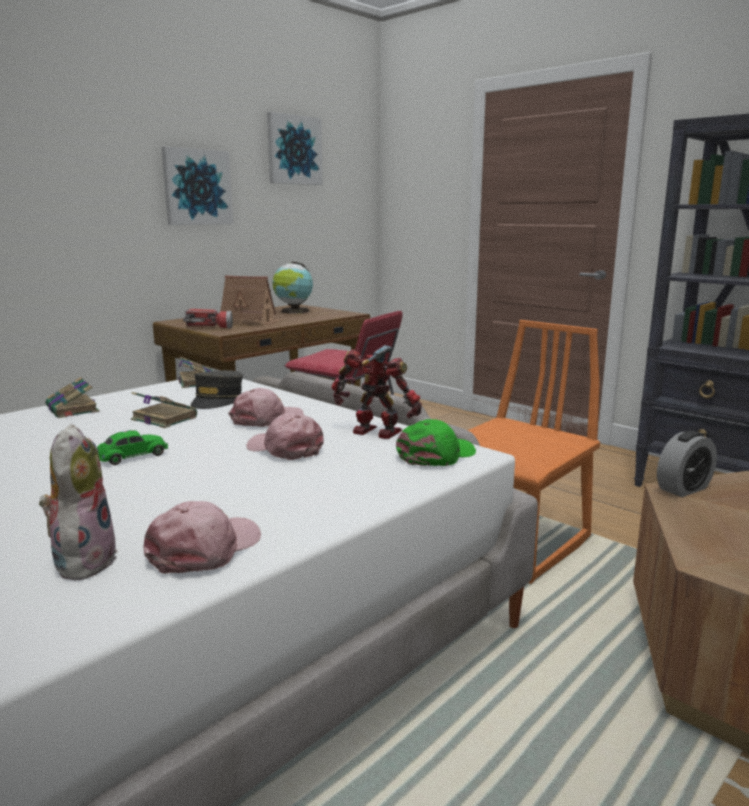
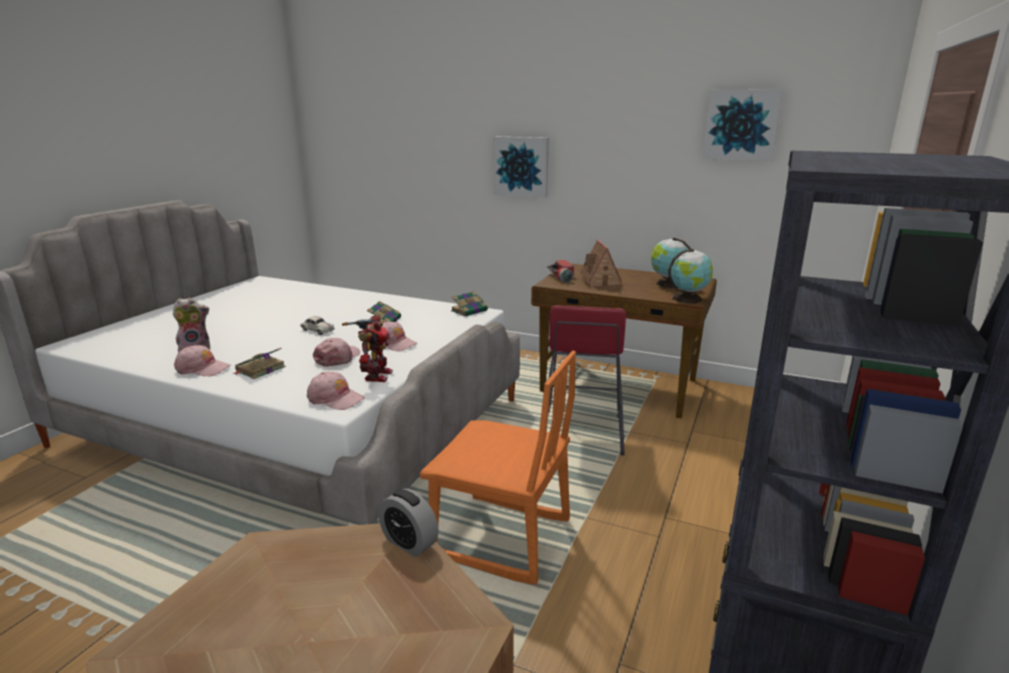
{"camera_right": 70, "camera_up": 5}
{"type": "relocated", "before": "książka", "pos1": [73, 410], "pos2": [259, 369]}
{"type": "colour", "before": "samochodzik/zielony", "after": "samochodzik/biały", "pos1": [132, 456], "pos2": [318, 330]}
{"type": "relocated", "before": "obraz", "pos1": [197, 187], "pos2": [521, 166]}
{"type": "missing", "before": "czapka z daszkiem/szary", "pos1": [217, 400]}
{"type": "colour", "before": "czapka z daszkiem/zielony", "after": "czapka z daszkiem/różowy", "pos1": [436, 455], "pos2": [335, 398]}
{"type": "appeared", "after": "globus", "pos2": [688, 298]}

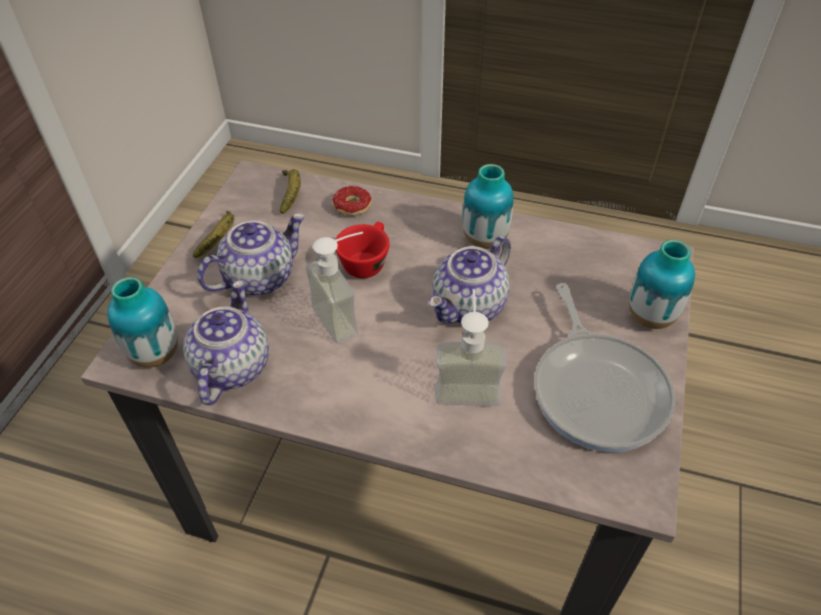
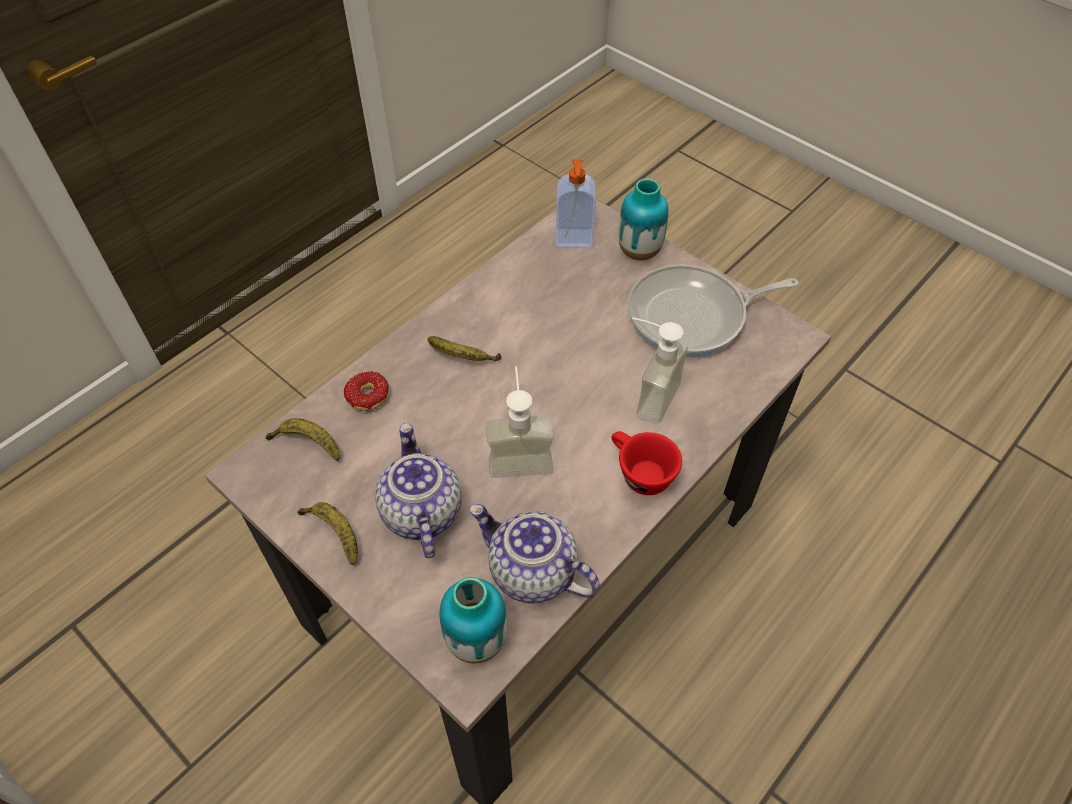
{"camera_right": -65, "camera_up": 5}
{"type": "relocated", "before": "filiżanka/czerwony", "pos1": [366, 261], "pos2": [639, 473]}
{"type": "missing", "before": "imbryk", "pos1": [469, 307]}
{"type": "missing", "before": "wazon", "pos1": [484, 240]}
{"type": "spun", "before": "patelnia", "pos1": [598, 390], "pos2": [693, 316], "turn": 150}
{"type": "appeared", "after": "banan", "pos2": [462, 357]}
{"type": "appeared", "after": "dozownik mydła", "pos2": [574, 239]}

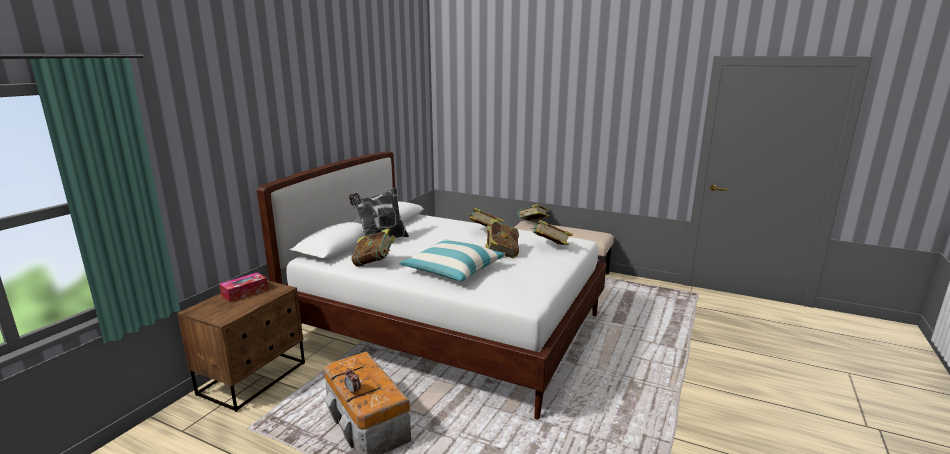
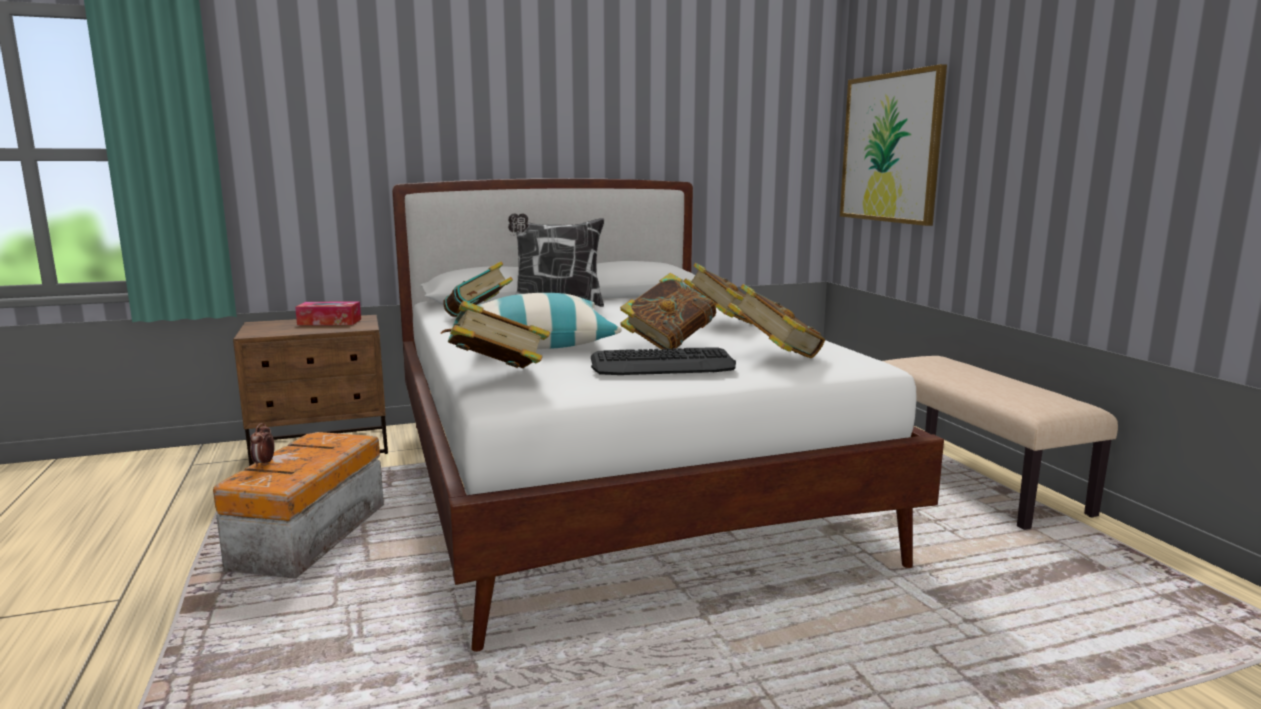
{"camera_right": 45, "camera_up": -5}
{"type": "relocated", "before": "książka", "pos1": [533, 224], "pos2": [495, 376]}
{"type": "appeared", "after": "klawiatura", "pos2": [663, 365]}
{"type": "appeared", "after": "obraz", "pos2": [890, 148]}

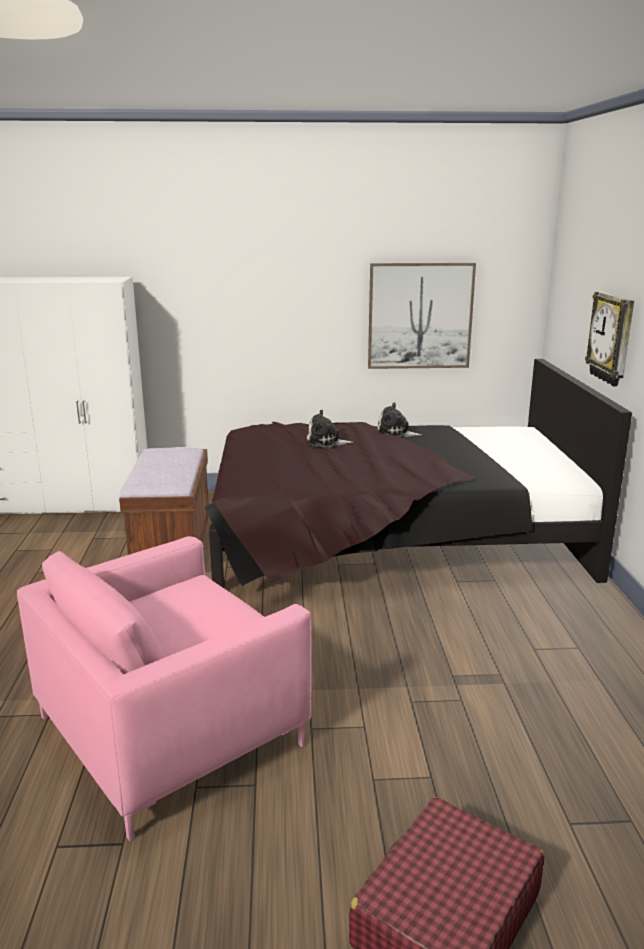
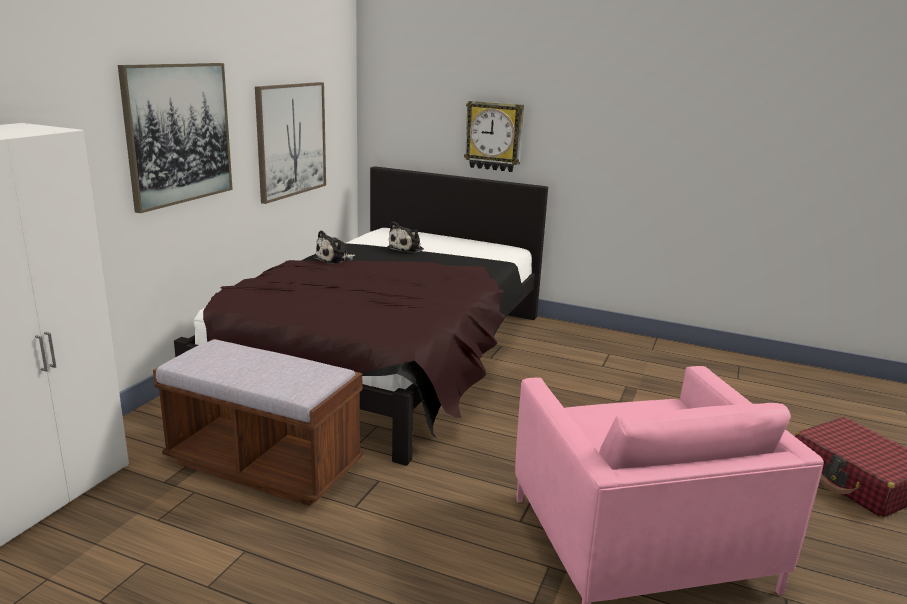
{"camera_right": -65, "camera_up": 0}
{"type": "relocated", "before": "pluszak", "pos1": [326, 442], "pos2": [407, 249]}
{"type": "appeared", "after": "obraz", "pos2": [178, 134]}

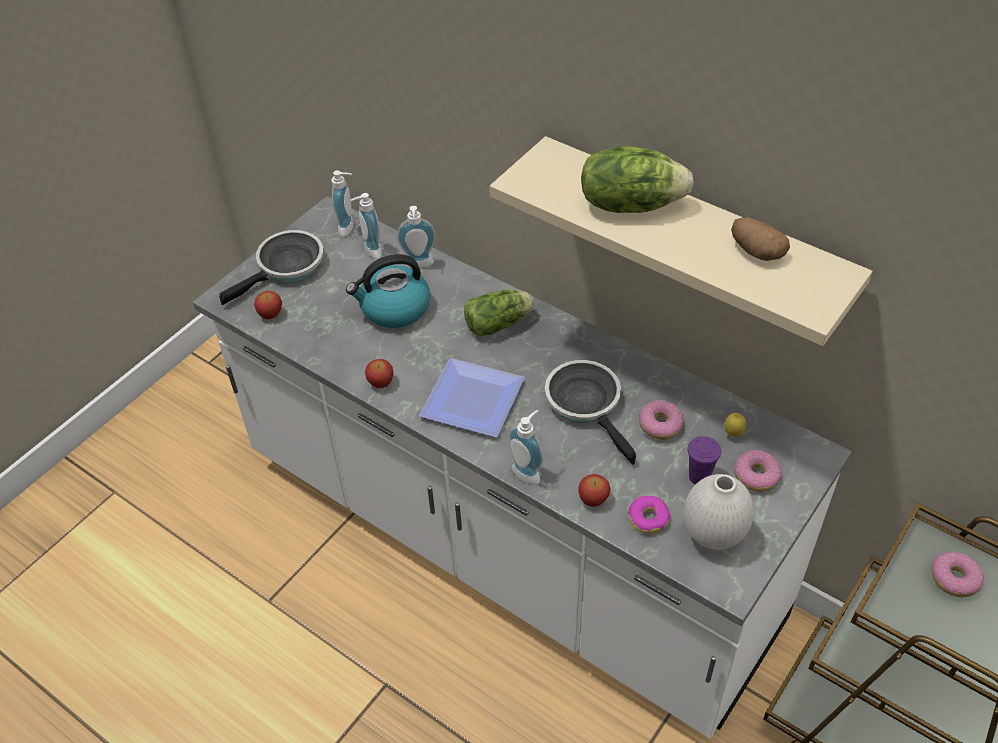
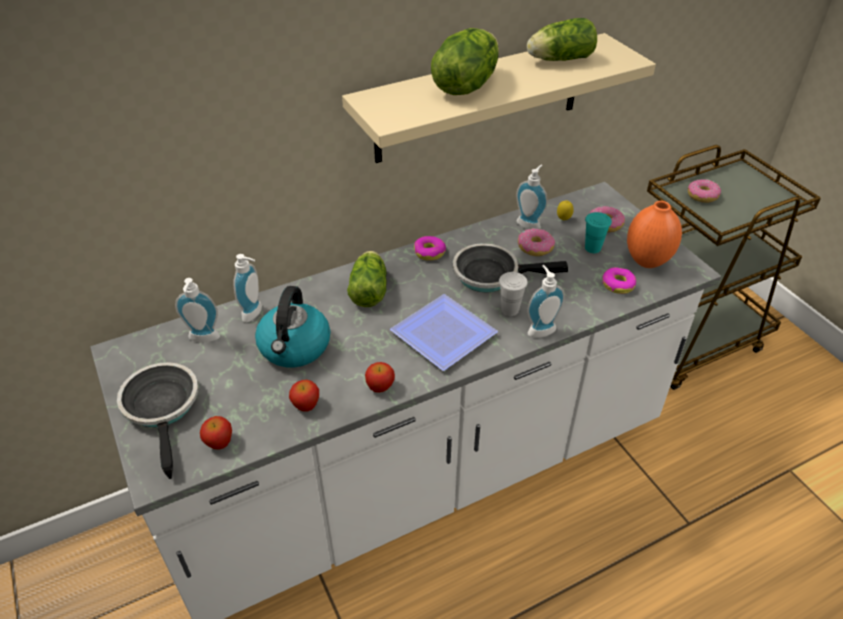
{"camera_right": -65, "camera_up": -5}
{"type": "relocated", "before": "dozownik mydła", "pos1": [349, 228], "pos2": [530, 223]}
{"type": "relocated", "before": "jabłko", "pos1": [593, 499], "pos2": [306, 405]}
{"type": "colour", "before": "wazon/biały", "after": "wazon/pomarańczowy", "pos1": [712, 535], "pos2": [647, 261]}
{"type": "colour", "before": "filiżanka/fioletowy", "after": "filiżanka/turkusowy", "pos1": [699, 477], "pos2": [592, 248]}
{"type": "exchanged", "before": "ziemniak", "after": "sałata", "pos1": [756, 251], "pos2": [558, 59]}
{"type": "appeared", "after": "donut", "pos2": [429, 252]}
{"type": "appeared", "after": "filiżanka/biały", "pos2": [510, 310]}

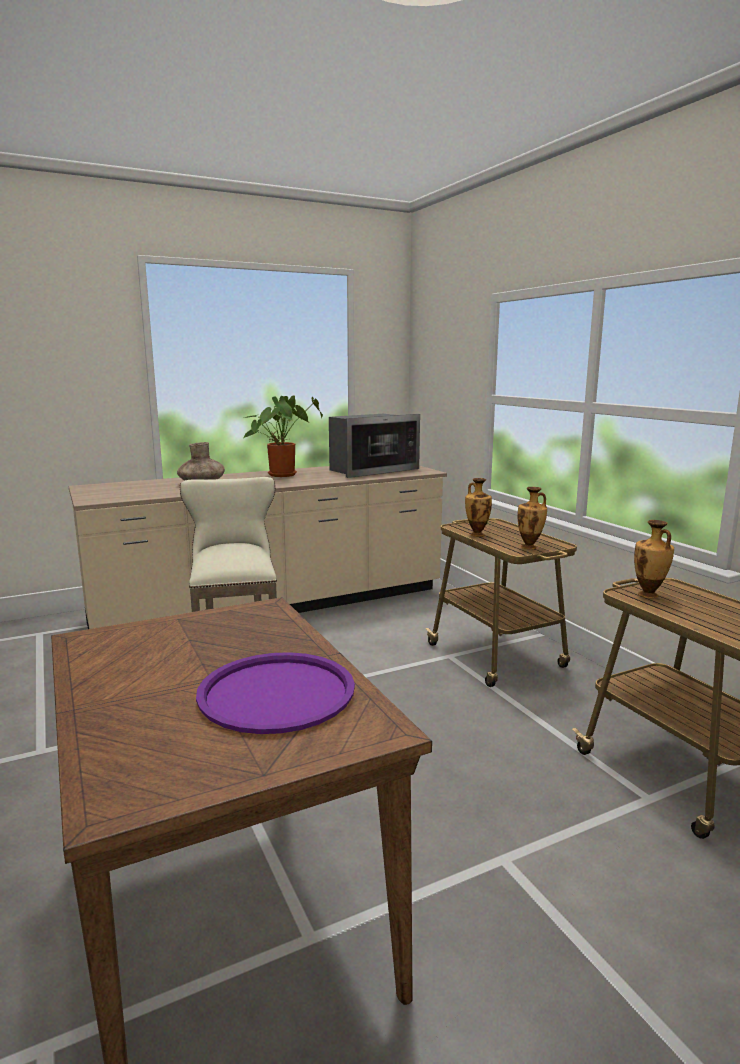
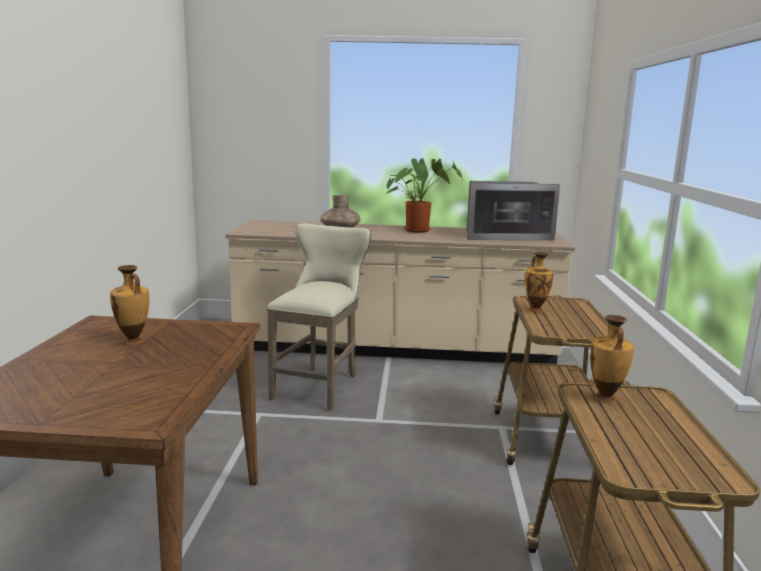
{"camera_right": 30, "camera_up": 0}
{"type": "missing", "before": "taca/fioletowy", "pos1": [276, 693]}
{"type": "relocated", "before": "wazon", "pos1": [529, 547], "pos2": [133, 342]}

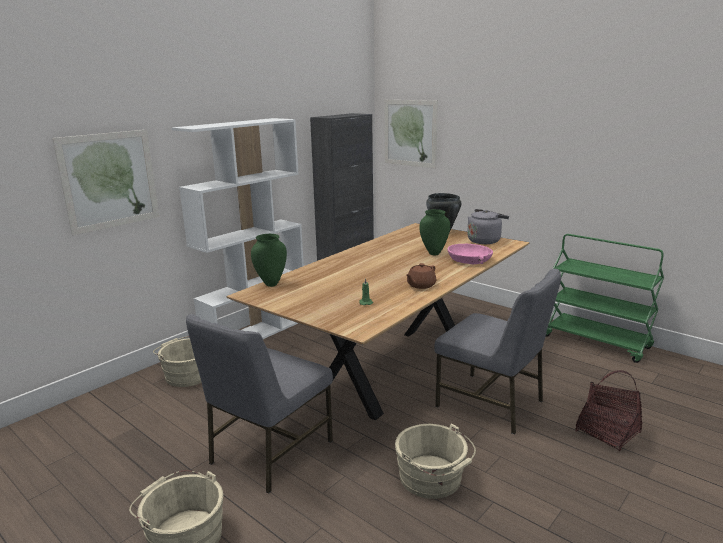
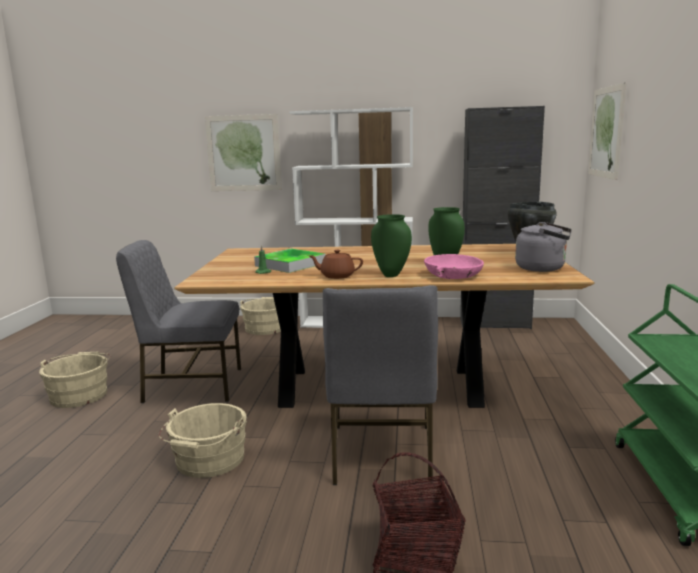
{"camera_right": 55, "camera_up": -5}
{"type": "relocated", "before": "wazon/zielony", "pos1": [271, 284], "pos2": [392, 275]}
{"type": "appeared", "after": "taca", "pos2": [290, 264]}

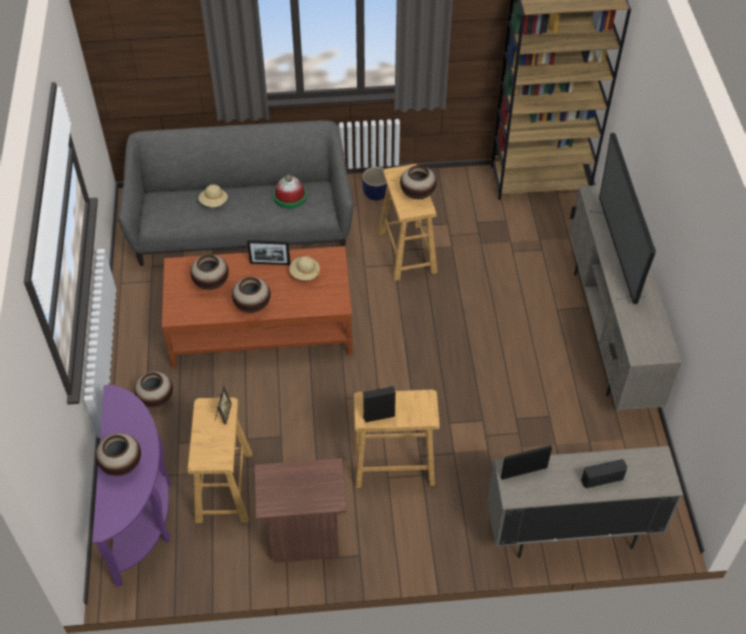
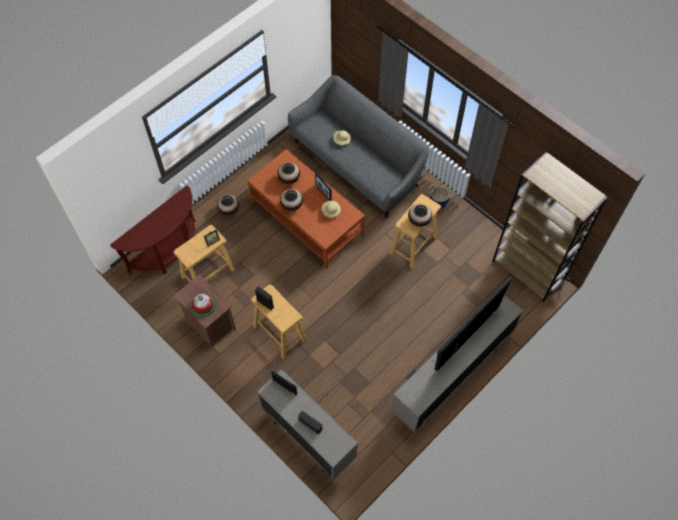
{"camera_right": 50, "camera_up": 10}
{"type": "colour", "before": "stolik konsolowy/fioletowy", "after": "stolik konsolowy/brązowy", "pos1": [142, 513], "pos2": [168, 253]}
{"type": "missing", "before": "wazon", "pos1": [122, 464]}
{"type": "relocated", "before": "kapelusz", "pos1": [290, 196], "pos2": [203, 306]}

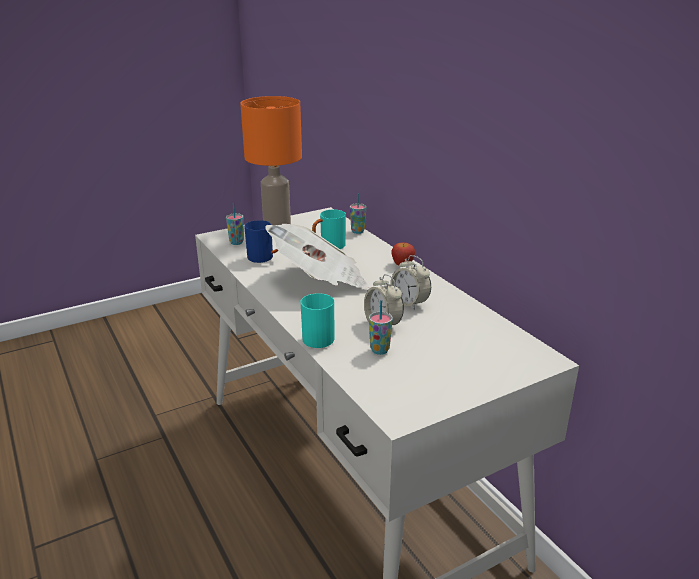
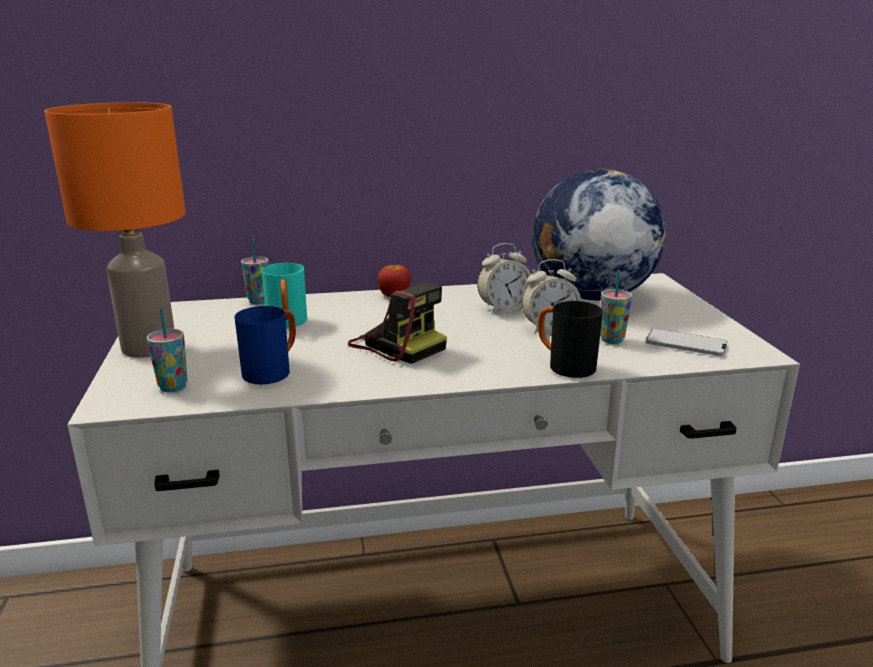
{"camera_right": -70, "camera_up": -5}
{"type": "exchanged", "before": "gazeta", "after": "aparat fotograficzny", "pos1": [320, 280], "pos2": [397, 344]}
{"type": "colour", "before": "kubek/turkusowy", "after": "kubek/czarny", "pos1": [321, 336], "pos2": [564, 366]}
{"type": "appeared", "after": "globus", "pos2": [591, 296]}
{"type": "appeared", "after": "telefon", "pos2": [686, 344]}

